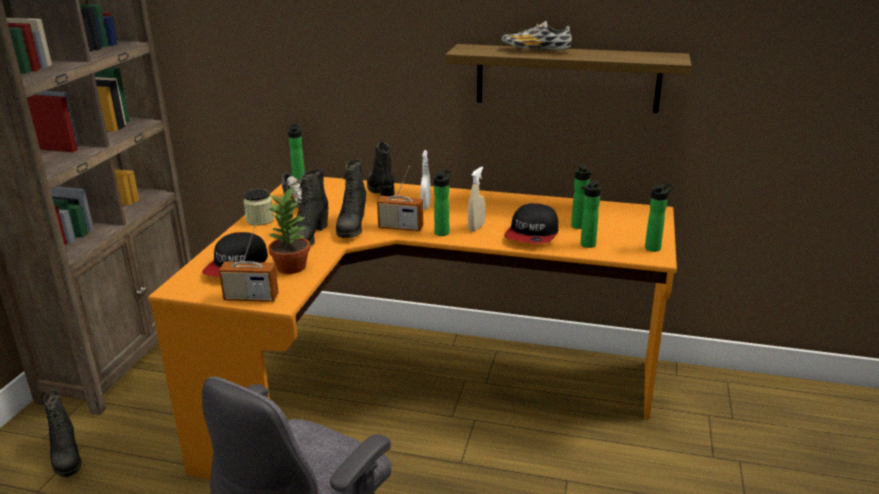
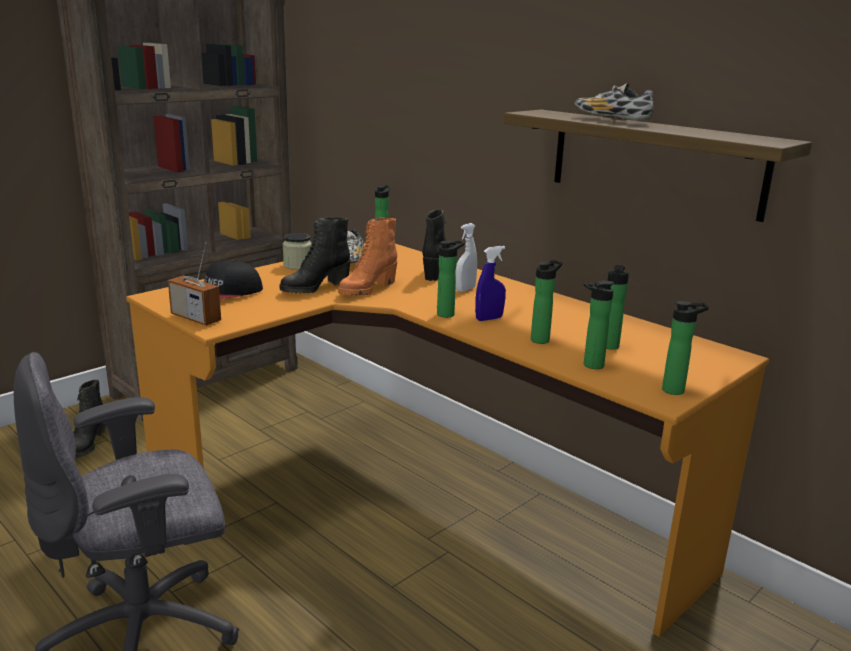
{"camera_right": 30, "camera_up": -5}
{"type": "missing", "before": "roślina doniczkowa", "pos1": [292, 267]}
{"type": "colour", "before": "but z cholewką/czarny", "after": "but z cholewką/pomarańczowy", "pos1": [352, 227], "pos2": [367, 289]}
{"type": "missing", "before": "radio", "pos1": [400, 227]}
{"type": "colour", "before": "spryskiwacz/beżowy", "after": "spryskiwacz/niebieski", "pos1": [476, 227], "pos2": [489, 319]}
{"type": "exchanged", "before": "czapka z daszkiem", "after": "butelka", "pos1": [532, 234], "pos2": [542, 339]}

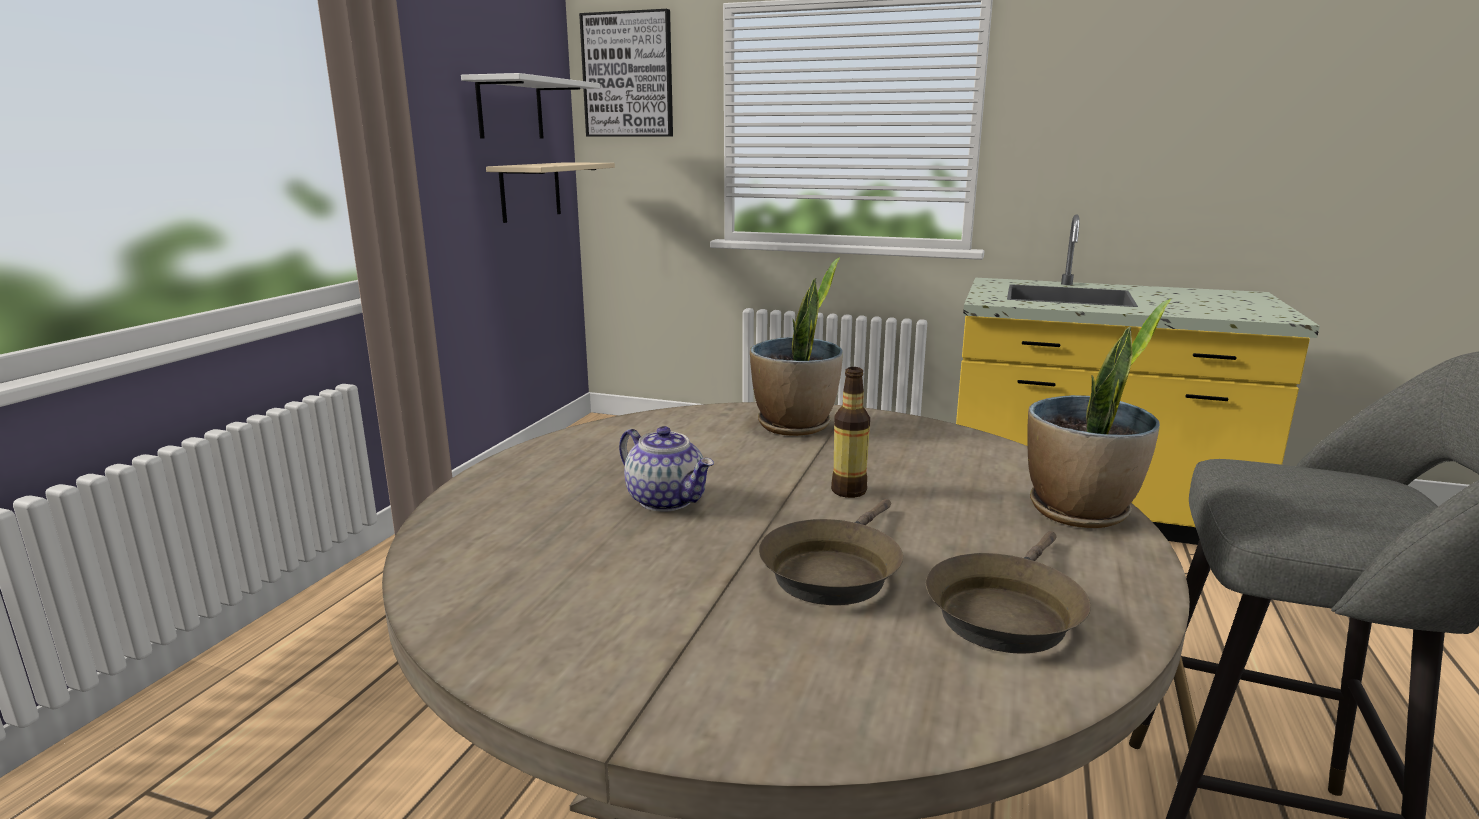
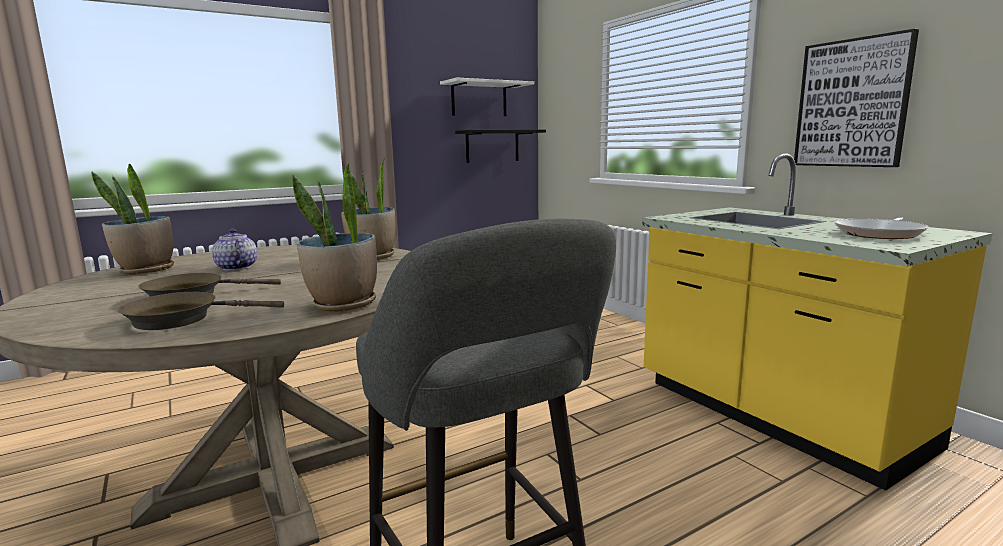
{"camera_right": 40, "camera_up": -5}
{"type": "colour", "before": "półka/beżowy", "after": "półka/czarny", "pos1": [530, 191], "pos2": [492, 146]}
{"type": "relocated", "before": "obraz", "pos1": [628, 75], "pos2": [852, 103]}
{"type": "spun", "before": "imbryk", "pos1": [667, 500], "pos2": [236, 267], "turn": 150}
{"type": "missing", "before": "butelka", "pos1": [848, 491]}
{"type": "appeared", "after": "roślina doniczkowa", "pos2": [146, 270]}
{"type": "appeared", "after": "patelnia", "pos2": [880, 233]}

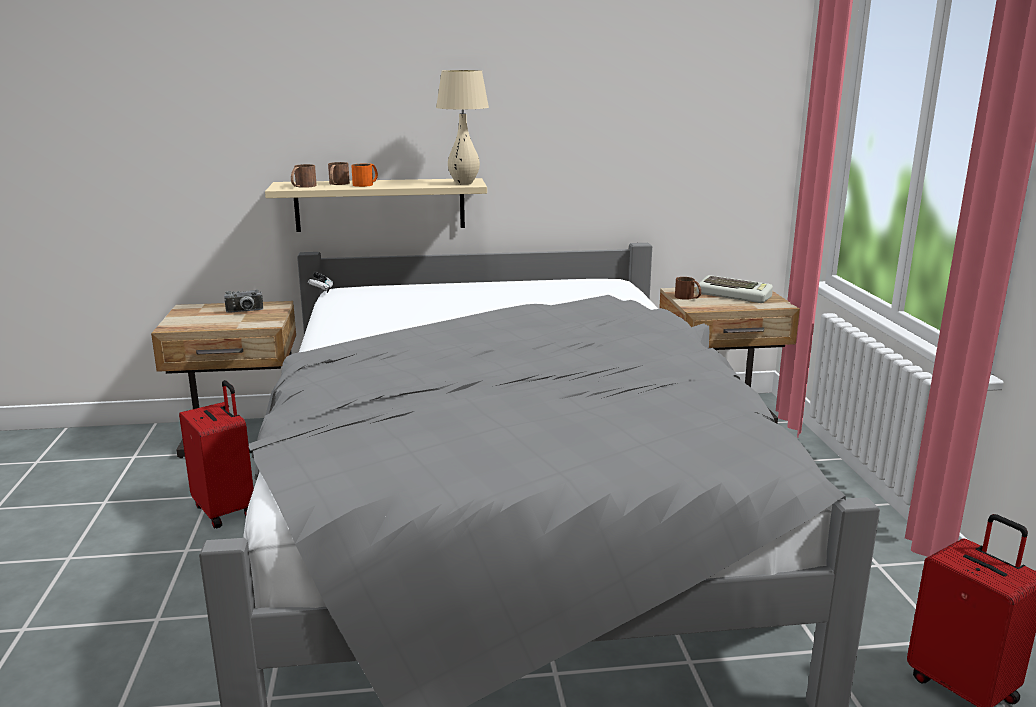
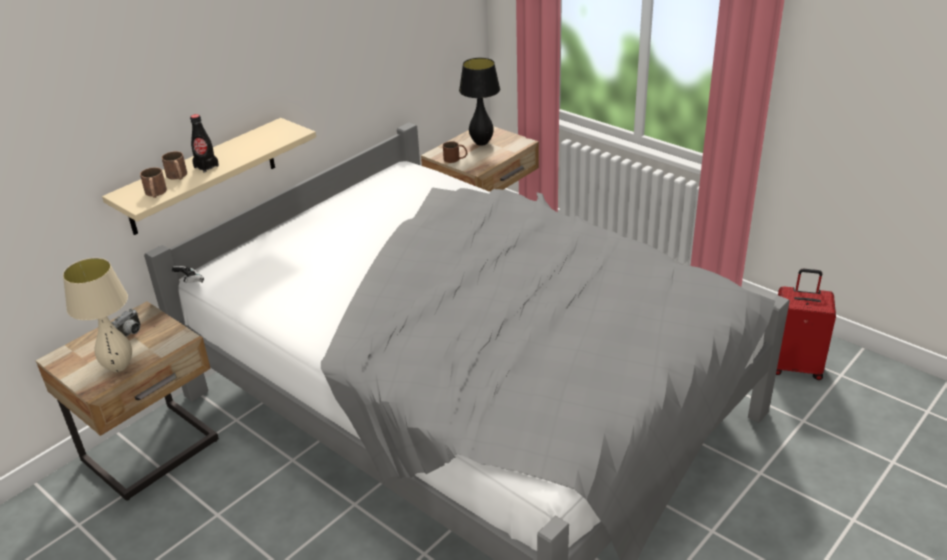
{"camera_right": -40, "camera_up": 15}
{"type": "missing", "before": "walizka/czerwony", "pos1": [226, 510]}
{"type": "exchanged", "before": "kubek/pomarańczowy", "after": "butelka/czarny", "pos1": [366, 184], "pos2": [206, 166]}
{"type": "relocated", "before": "lampa stołowa/beżowy", "pos1": [464, 183], "pos2": [118, 367]}
{"type": "exchanged", "before": "klawiatura", "after": "lampa stołowa/czarny", "pos1": [735, 295], "pos2": [481, 143]}

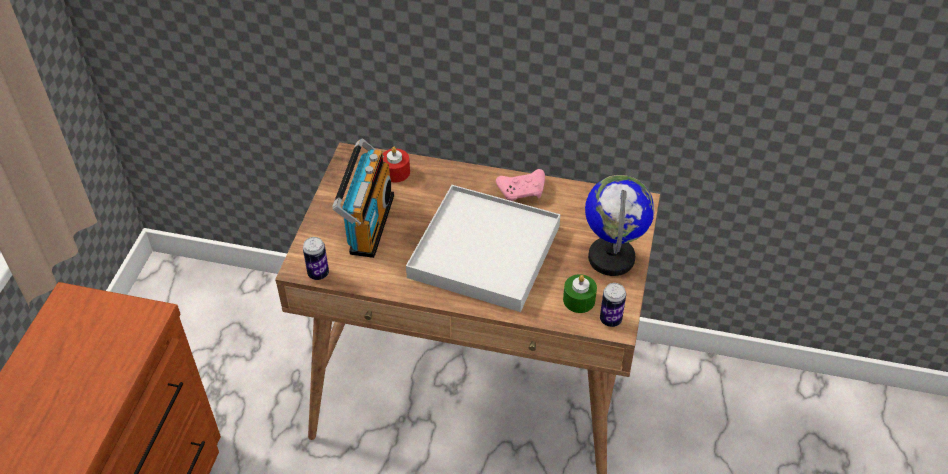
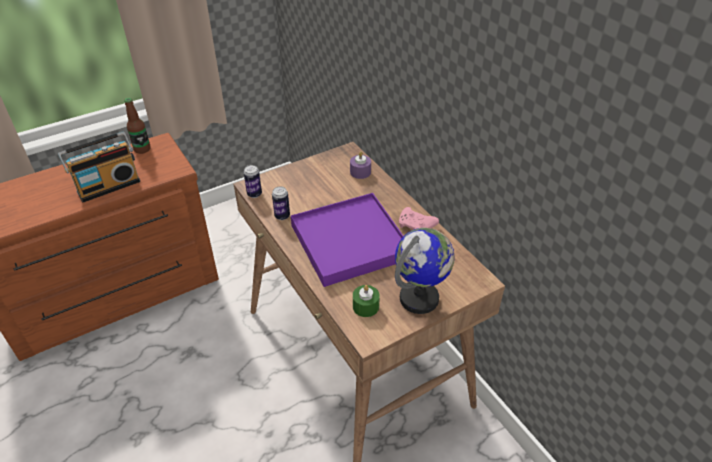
{"camera_right": 45, "camera_up": -5}
{"type": "relocated", "before": "radio", "pos1": [367, 223], "pos2": [108, 186]}
{"type": "colour", "before": "świeca/czerwony", "after": "świeca/fioletowy", "pos1": [395, 172], "pos2": [360, 172]}
{"type": "colour", "before": "taca/biały", "after": "taca/fioletowy", "pos1": [484, 252], "pos2": [349, 242]}
{"type": "relocated", "before": "puszka", "pos1": [610, 320], "pos2": [282, 216]}
{"type": "appeared", "after": "butelka", "pos2": [142, 149]}

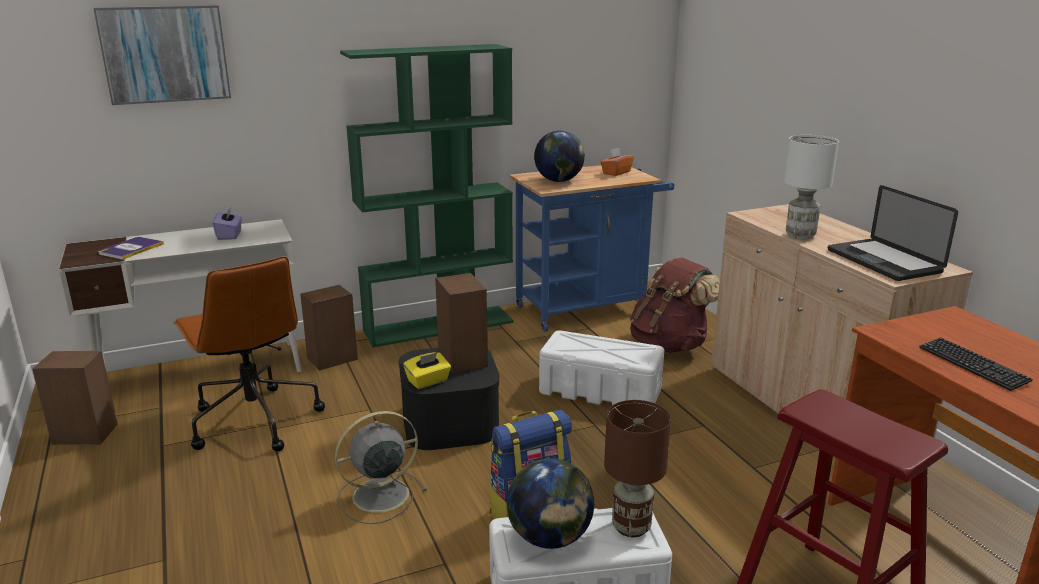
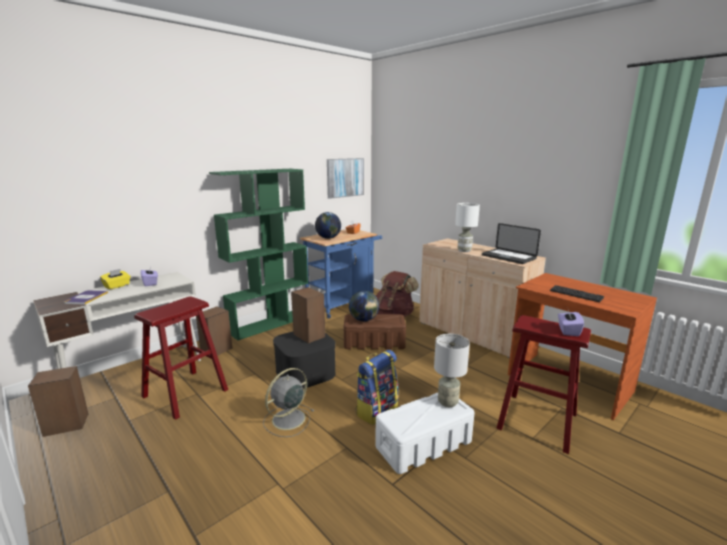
{"camera_right": -20, "camera_up": -5}
{"type": "relocated", "before": "obraz", "pos1": [165, 54], "pos2": [345, 177]}
{"type": "exchanged", "before": "krzesło biurowe/brązowy", "after": "stołek/czerwony", "pos1": [254, 420], "pos2": [185, 393]}
{"type": "relocated", "before": "pudełko chusteczek/żółty", "pos1": [428, 381], "pos2": [117, 286]}
{"type": "relocated", "before": "globus", "pos1": [550, 538], "pos2": [364, 320]}
{"type": "colour", "before": "pojemnik do przechowywania/biały", "after": "pojemnik do przechowywania/brązowy", "pos1": [601, 391], "pos2": [374, 342]}
{"type": "colour", "before": "lampa stołowa/brązowy", "after": "lampa stołowa/szary", "pos1": [632, 527], "pos2": [448, 402]}
{"type": "appeared", "after": "pudełko chusteczek/fioletowy", "pos2": [568, 331]}

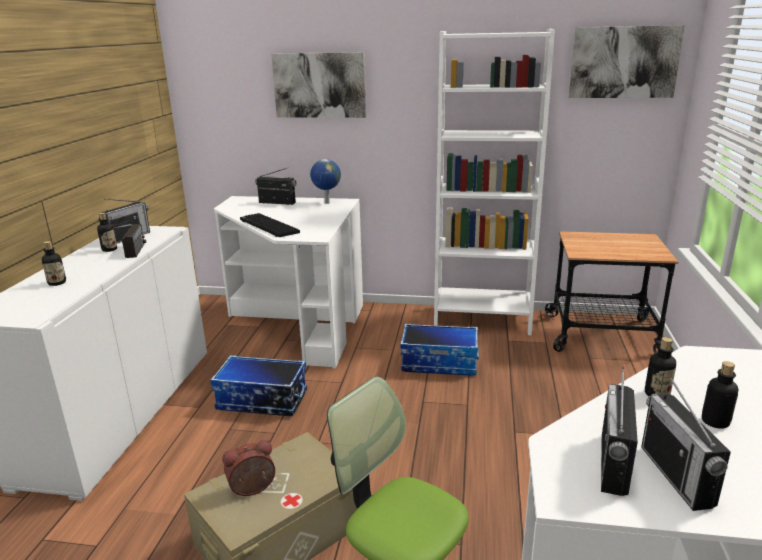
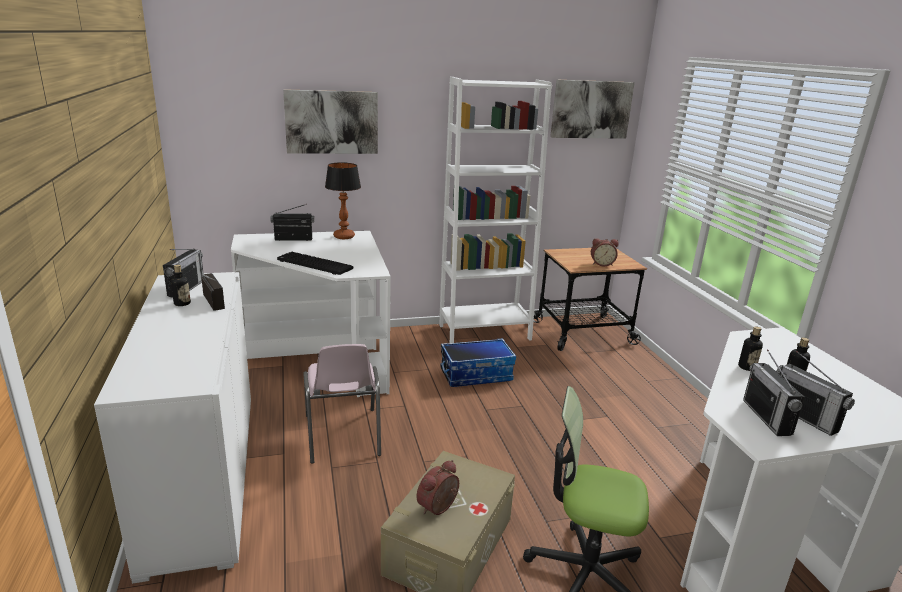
{"camera_right": -25, "camera_up": 0}
{"type": "missing", "before": "butelka", "pos1": [57, 283]}
{"type": "exchanged", "before": "pojemnik do przechowywania", "after": "krzesło/różowy", "pos1": [261, 401], "pos2": [342, 436]}
{"type": "exchanged", "before": "globus", "after": "lampa stołowa", "pos1": [326, 203], "pos2": [344, 237]}
{"type": "appeared", "after": "budzik", "pos2": [601, 264]}

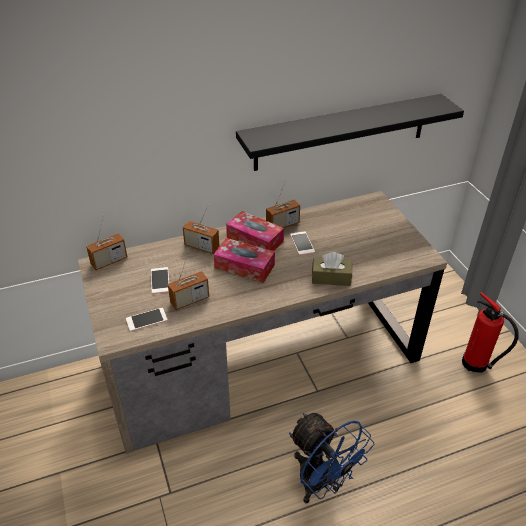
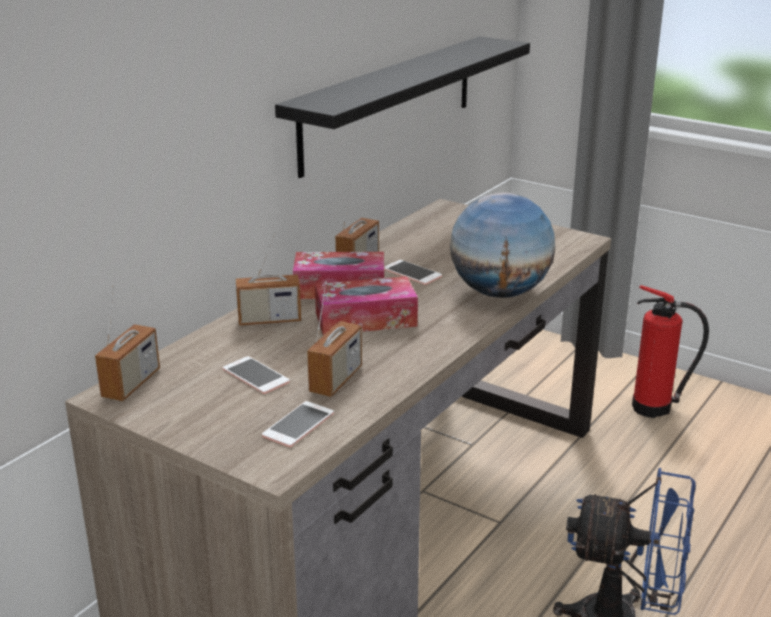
{"camera_right": -35, "camera_up": -15}
{"type": "exchanged", "before": "pudełko chusteczek/brązowy", "after": "globus", "pos1": [331, 278], "pos2": [499, 293]}

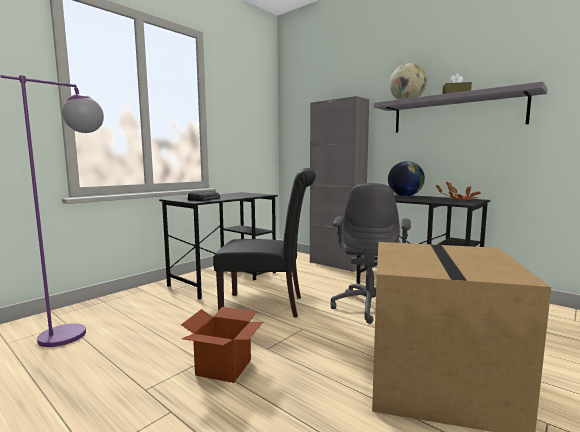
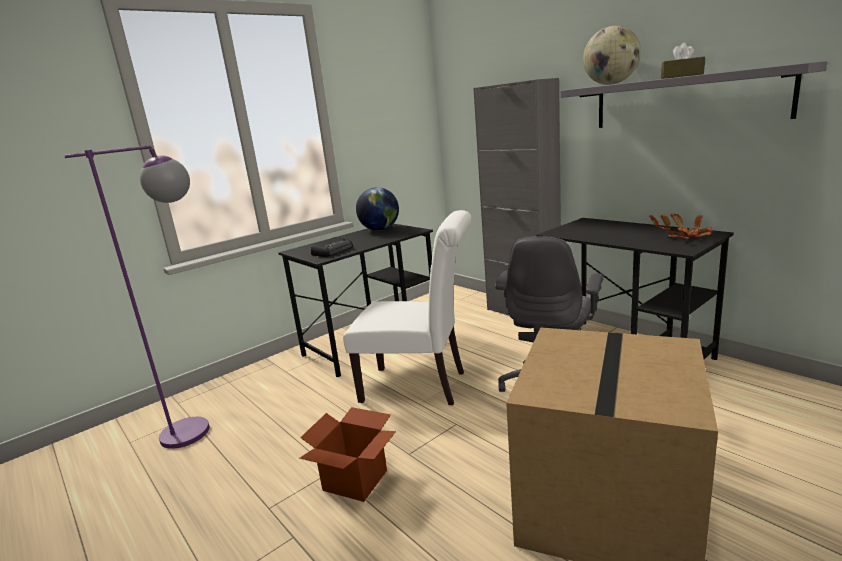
{"camera_right": 10, "camera_up": 10}
{"type": "colour", "before": "krzesło/czarny", "after": "krzesło/biały", "pos1": [268, 305], "pos2": [420, 386]}
{"type": "relocated", "before": "globus", "pos1": [405, 196], "pos2": [380, 230]}

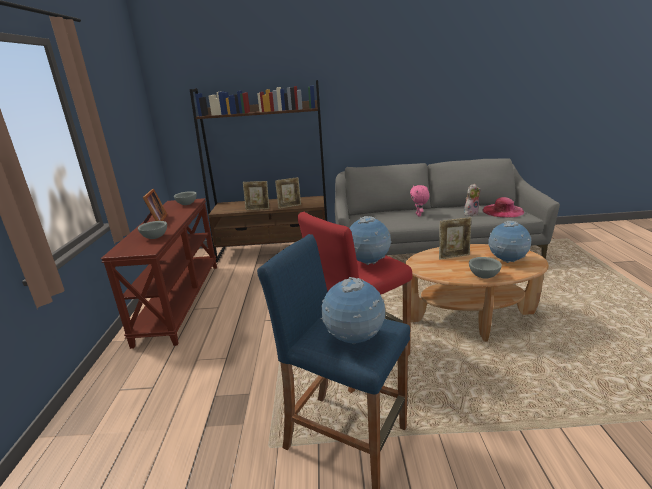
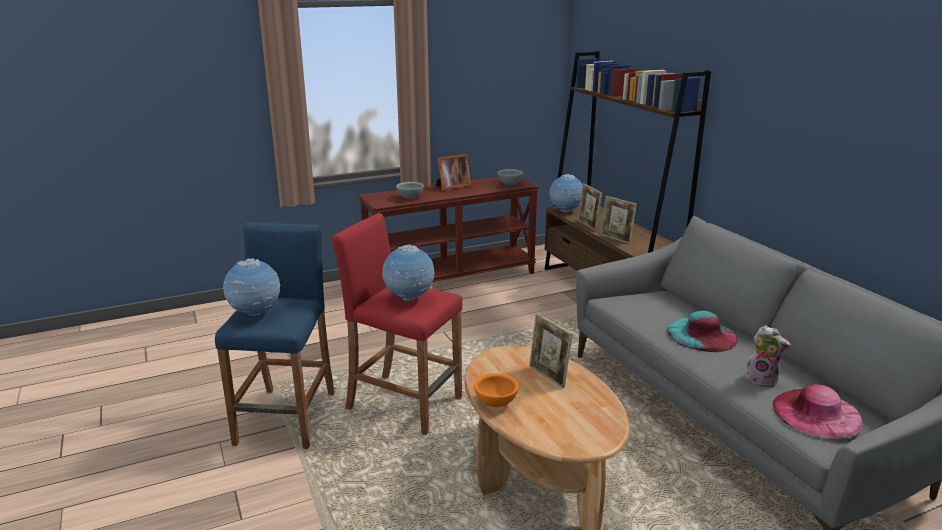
{"camera_right": 65, "camera_up": 0}
{"type": "exchanged", "before": "pluszak/różowy", "after": "kapelusz/turkusowy", "pos1": [419, 215], "pos2": [701, 335]}
{"type": "colour", "before": "miska/szary", "after": "miska/pomarańczowy", "pos1": [484, 276], "pos2": [496, 403]}
{"type": "relocated", "before": "globus", "pos1": [507, 261], "pos2": [565, 211]}

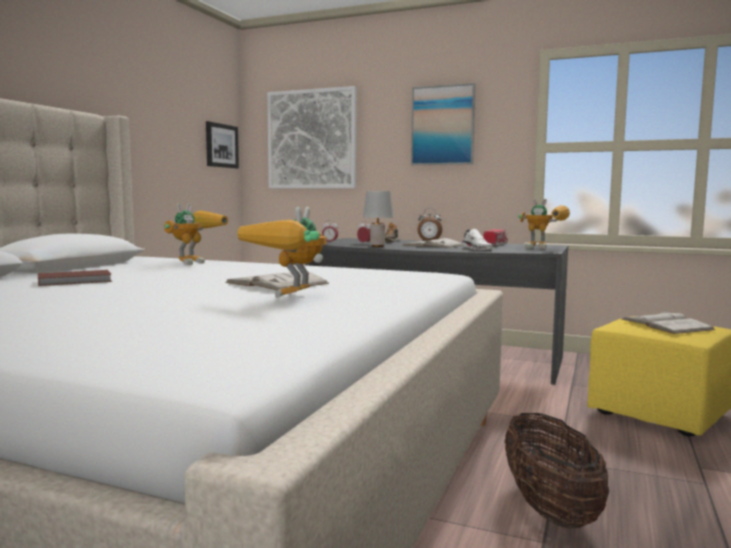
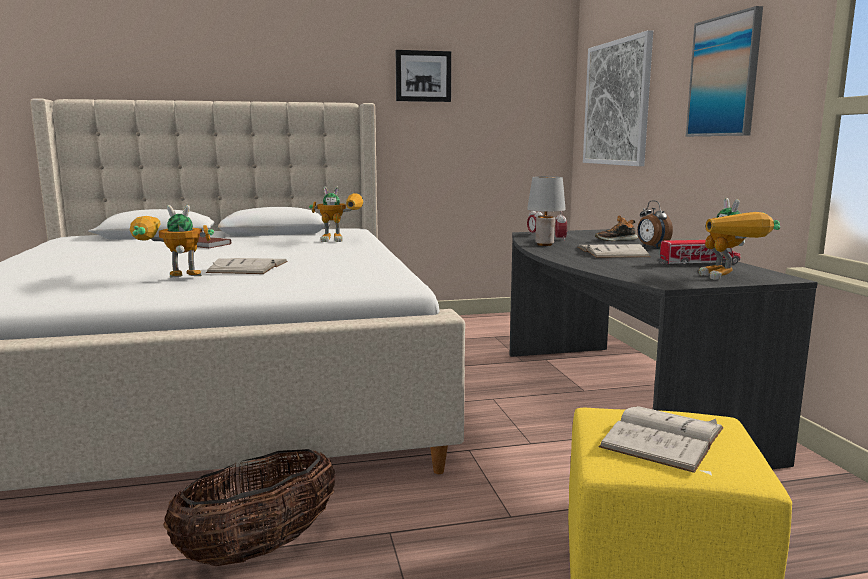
{"camera_right": 55, "camera_up": 5}
{"type": "relocated", "before": "obraz", "pos1": [221, 145], "pos2": [423, 76]}
{"type": "missing", "before": "but/biały", "pos1": [477, 249]}

